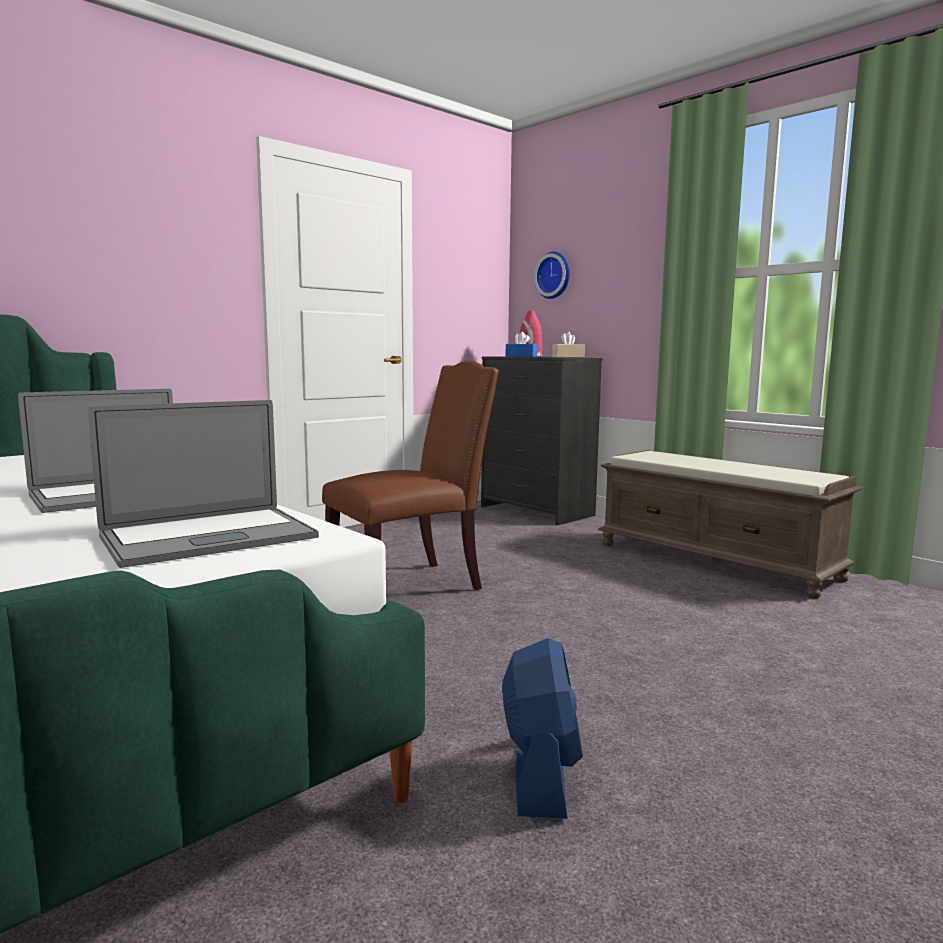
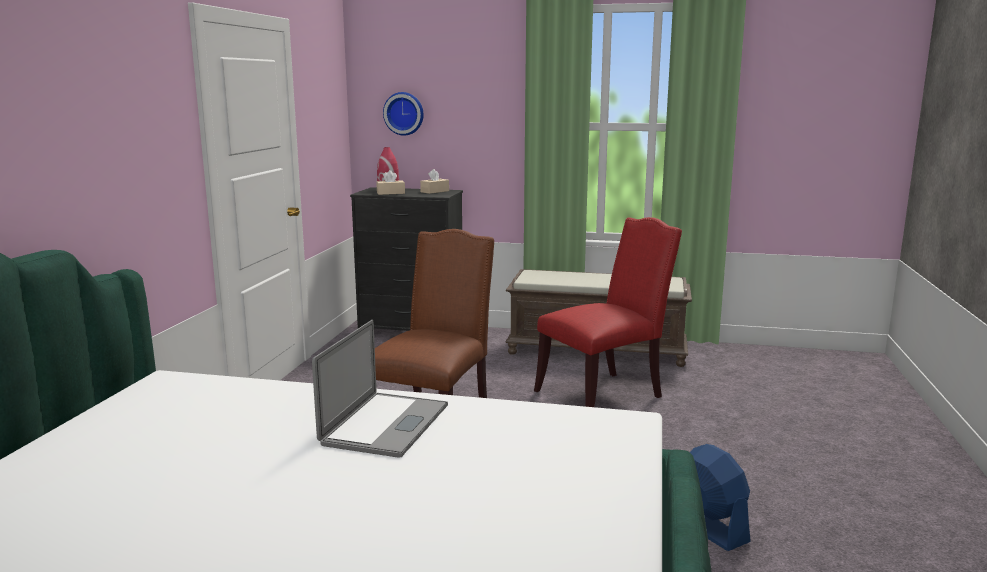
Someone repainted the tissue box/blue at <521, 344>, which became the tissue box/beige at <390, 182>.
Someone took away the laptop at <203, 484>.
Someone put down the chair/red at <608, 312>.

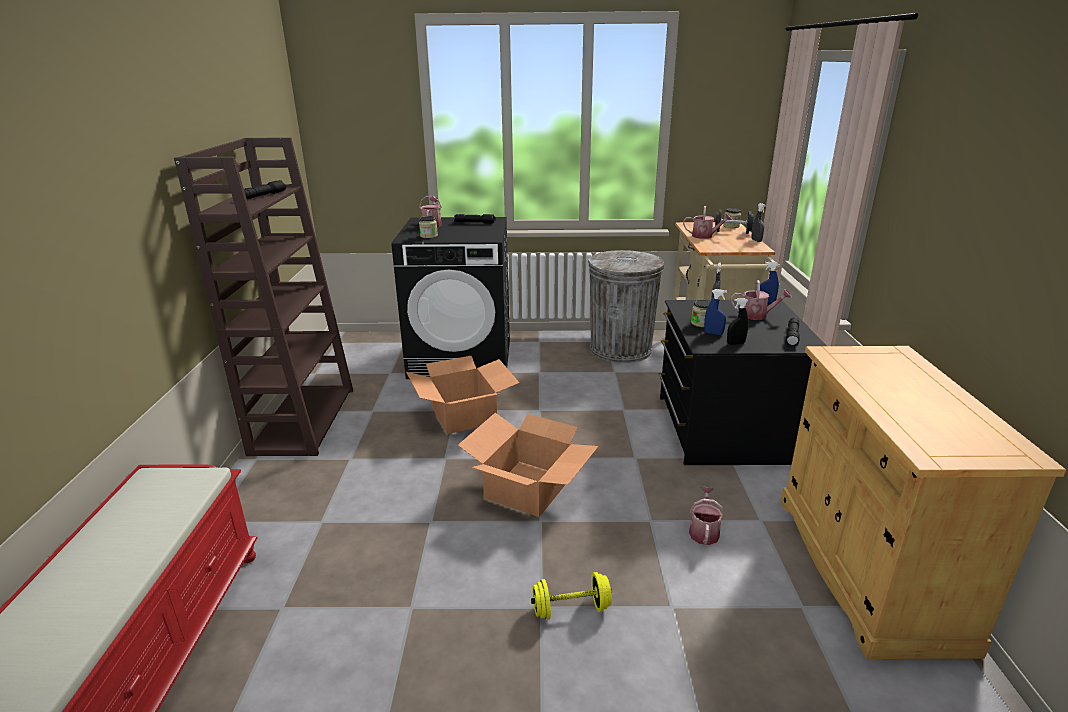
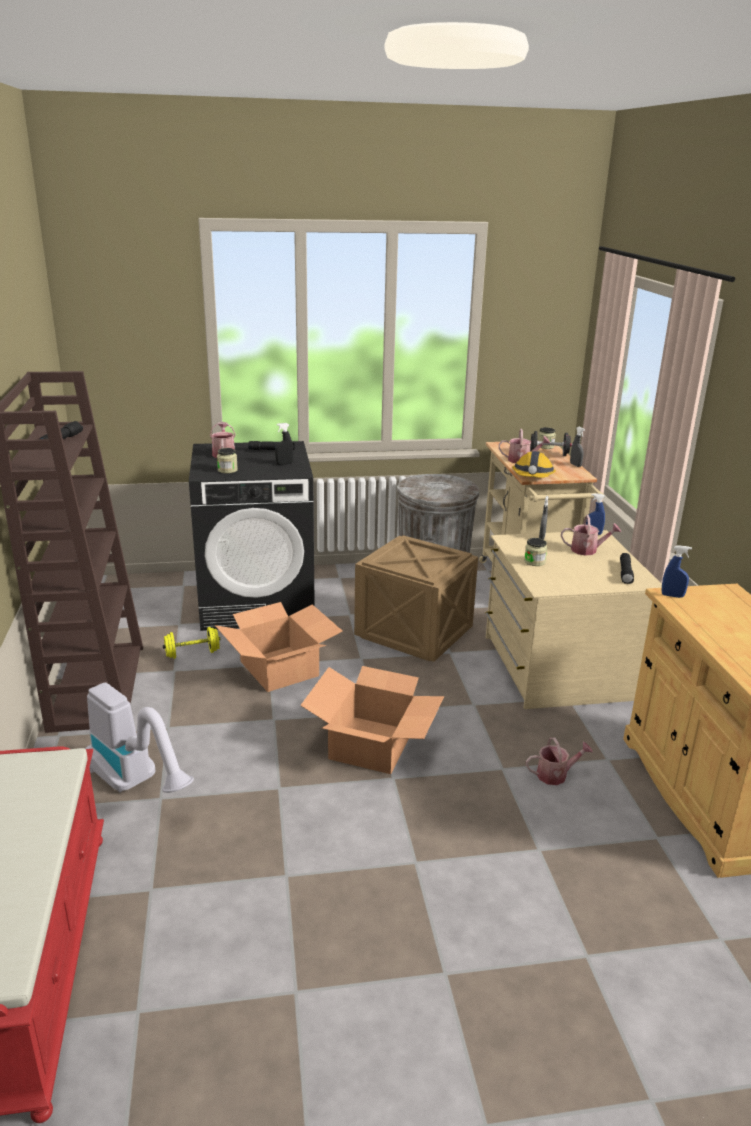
Someone carried the spray bottle/blue from <715, 312> to <677, 571>.
Someone carried the spray bottle/black from <738, 321> to <284, 444>.
Someone repainted the dresser/black at <743, 382>, which became the dresser/beige at <573, 619>.
Someone rotated the watering can at <706, 515> by 75 degrees clockwise.
Someone carried the dumbbell/yellow from <571, 596> to <192, 643>.
Someone put down the hard hat at <534, 464>.
Someone put down the crate at <416, 598>.
Someone put down the vacuum cleaner at <139, 738>.

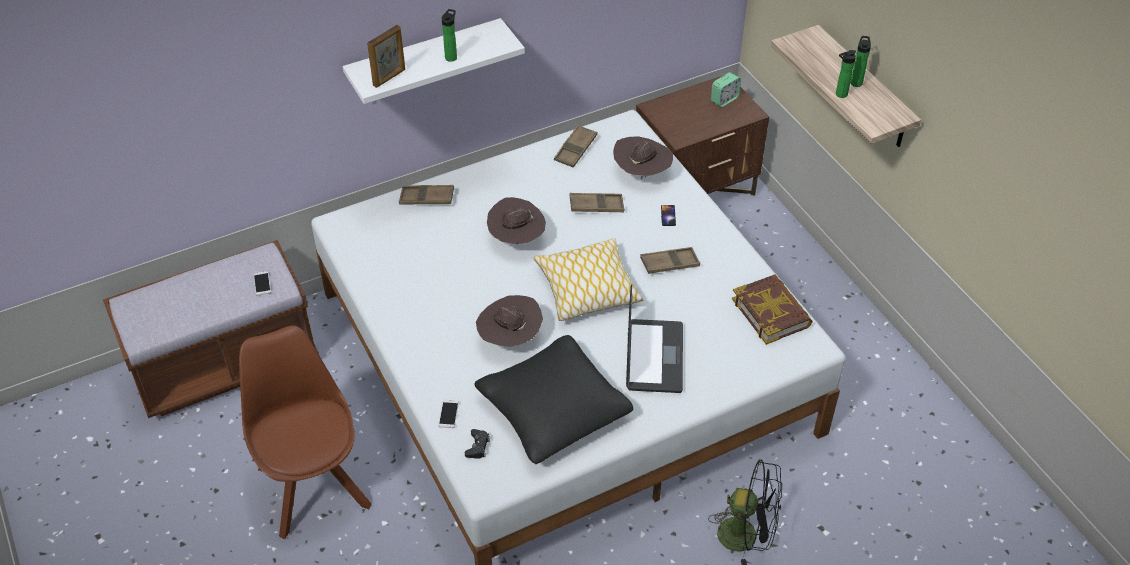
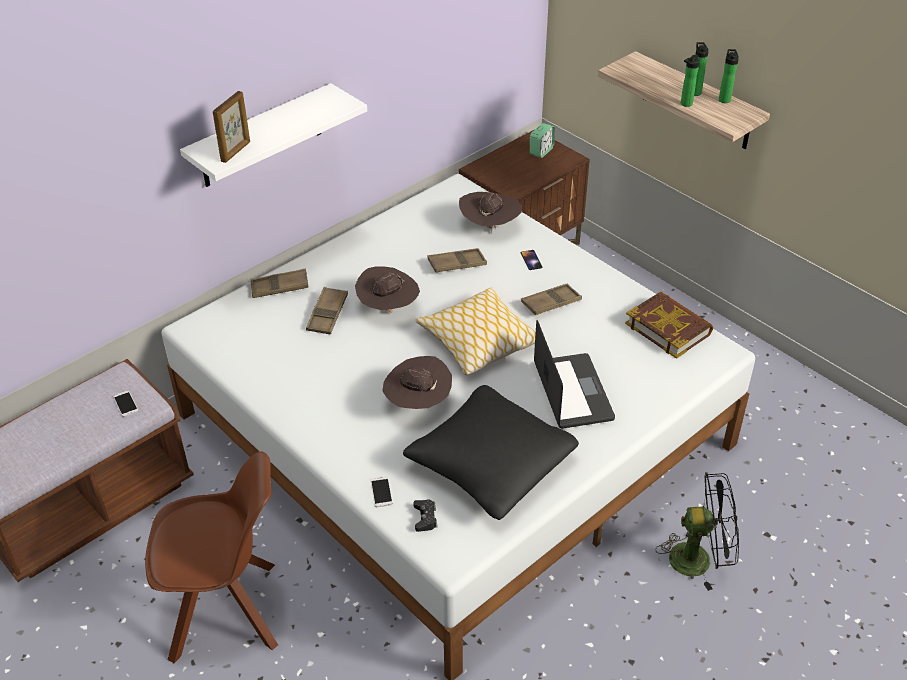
Someone carried the bottle from <449, 35> to <729, 76>.
Someone carried the tray/brown from <575, 146> to <327, 311>.
Someone rotated the chair/brown at <305, 432> by 120 degrees clockwise.

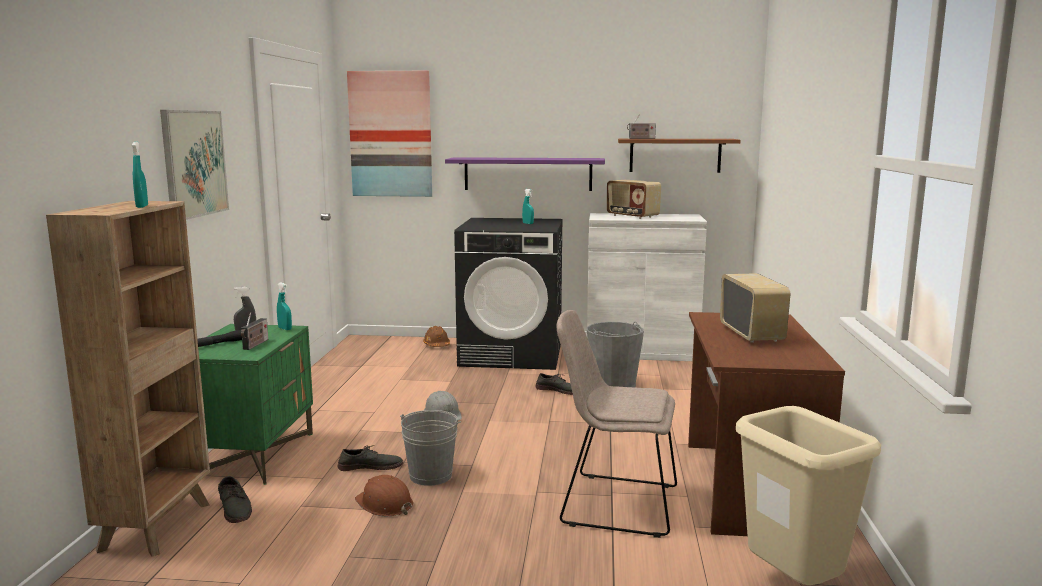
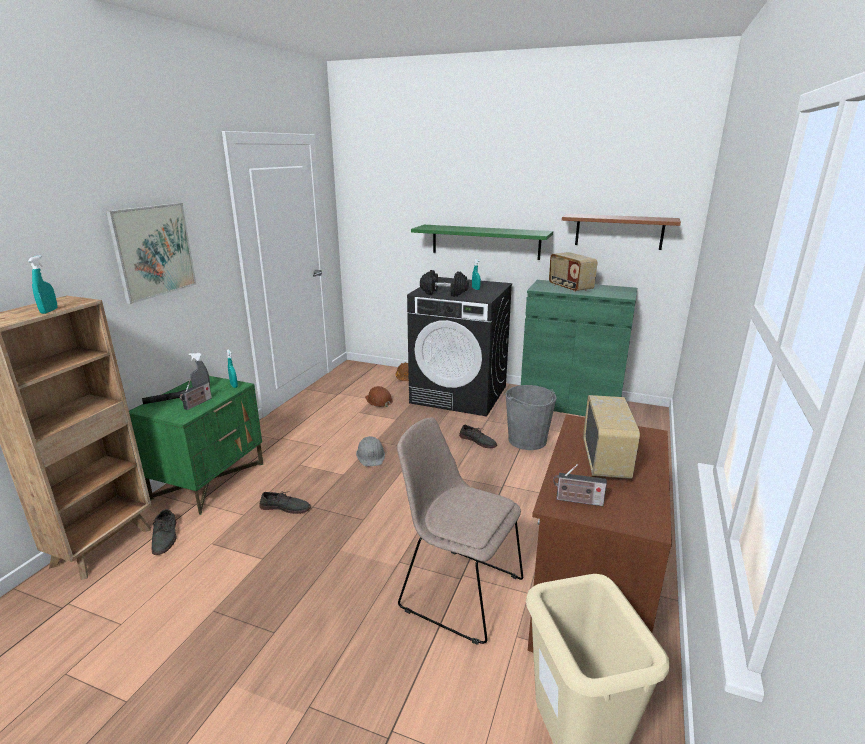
Someone took away the picture at <389, 134>.
Someone carried the radio from <641, 127> to <580, 485>.
Someone repainted the shelf/purple at <525, 174>, which became the shelf/green at <482, 242>.
Someone repainted the cabinet/white at <647, 287>, which became the cabinet/green at <579, 348>.
Someone took away the bucket/grey at <430, 448>.
Someone carried the hard hat/brown from <384, 496> to <379, 396>.
Someone put down the dumbbell/black at <444, 283>.

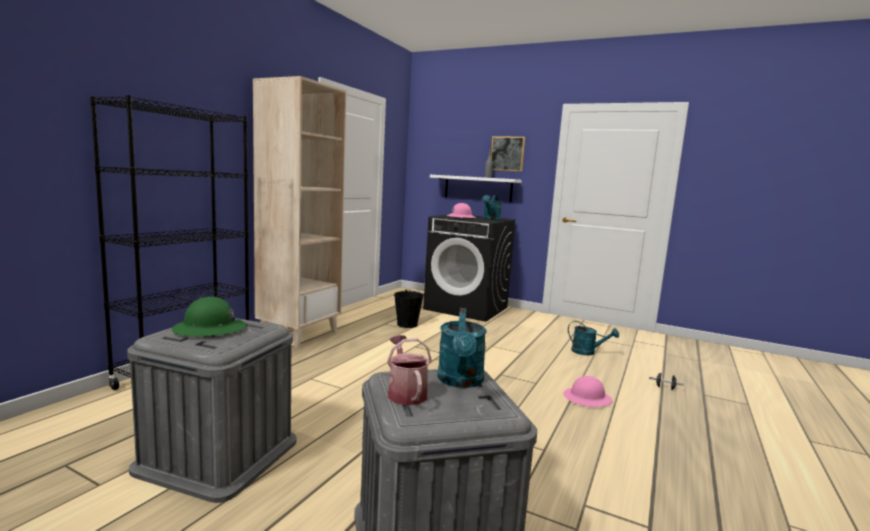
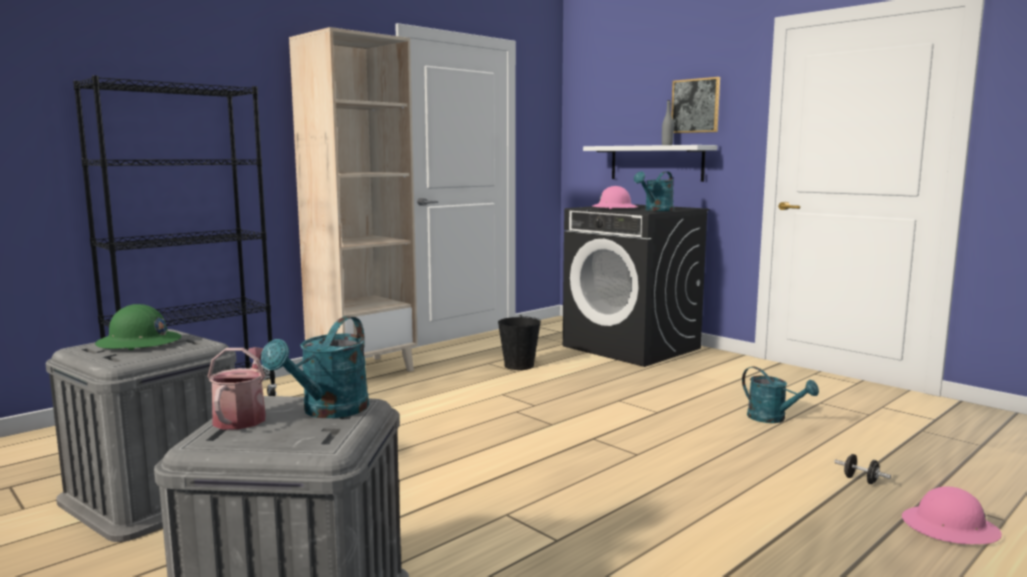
Someone carried the hard hat/pink from <588, 391> to <952, 515>.

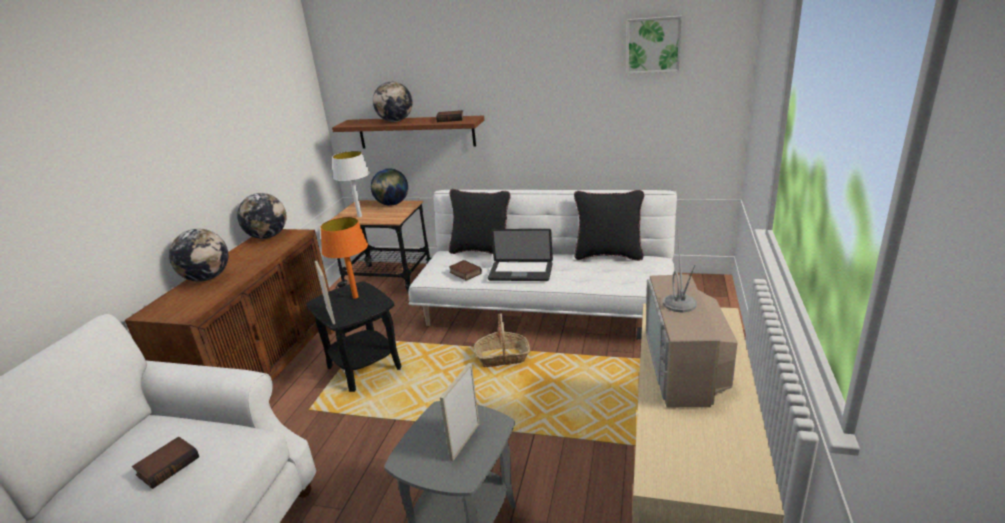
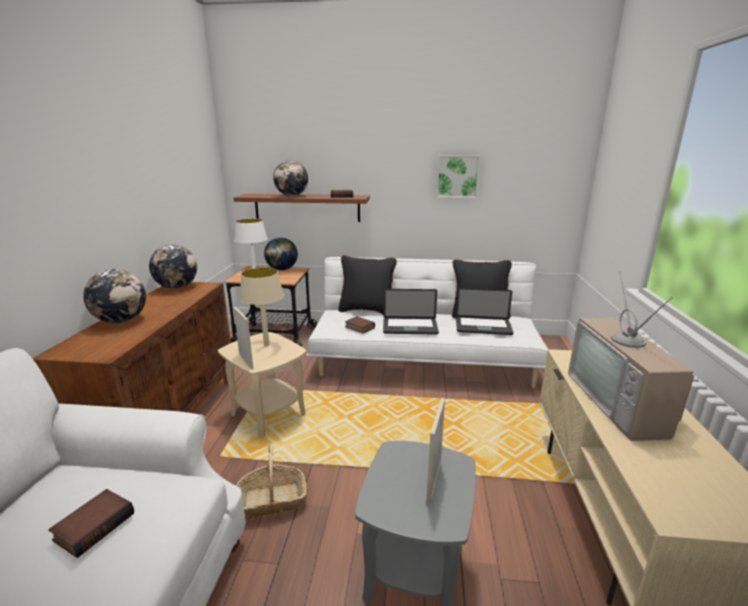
Someone carried the picture from <654, 45> to <458, 176>.
Someone repainted the table lamp/orange at <344, 258>, which became the table lamp/beige at <261, 307>.
Someone repainted the side table/black at <354, 336>, which became the side table/beige at <262, 385>.
Someone carried the basket from <502, 340> to <271, 481>.
Someone put down the laptop at <485, 311>.

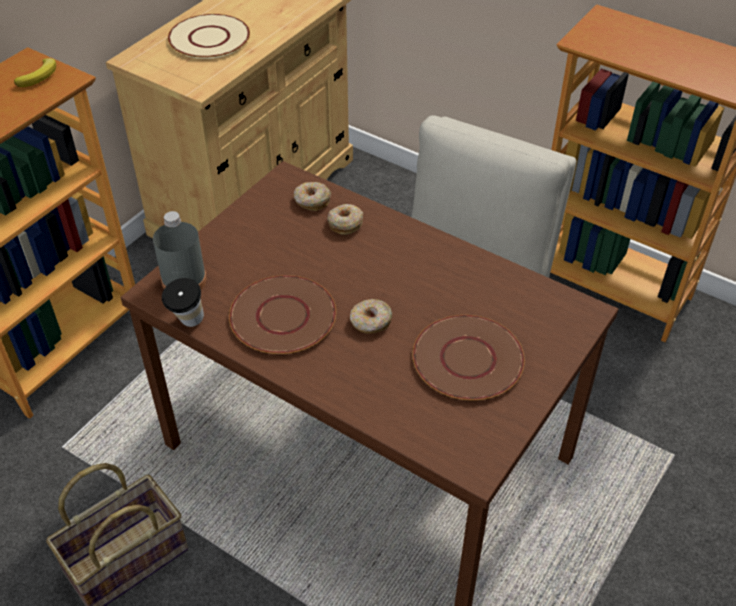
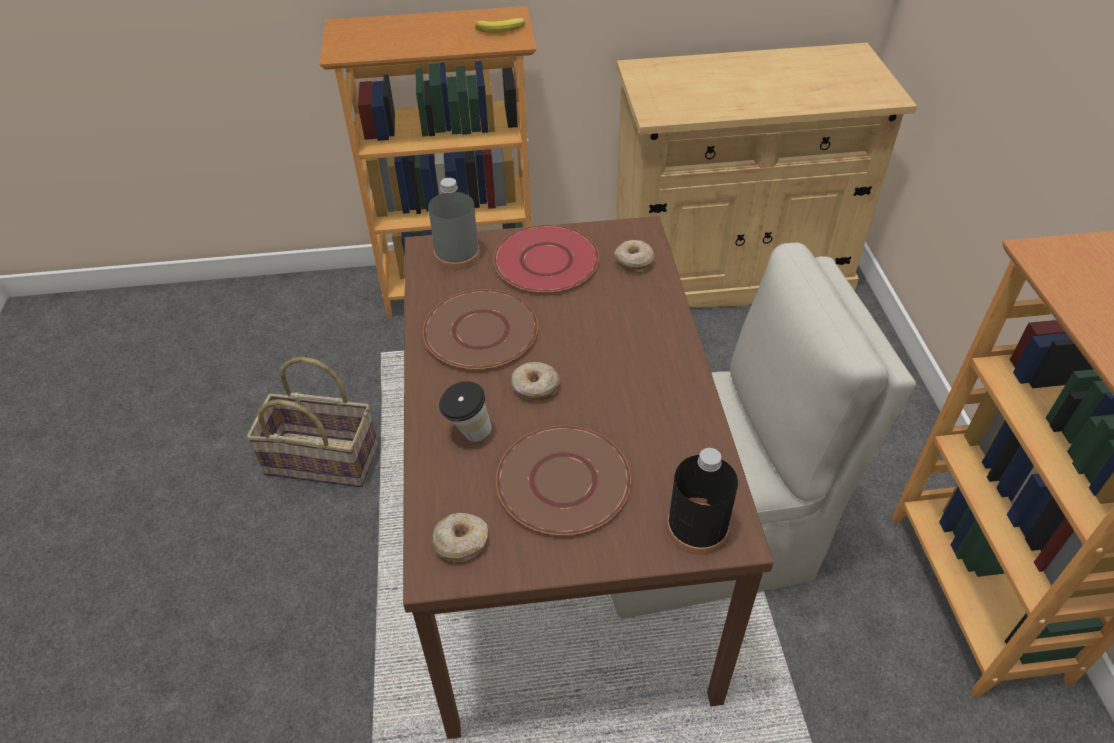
Someone took away the plate/beige at <209, 36>.
Someone carried the donut from <345, 219> to <460, 537>.
Someone carried the cup from <183, 302> to <465, 411>.
Someone put down the plate/red at <546, 259>.
Someone put down the bottle/black at <702, 501>.

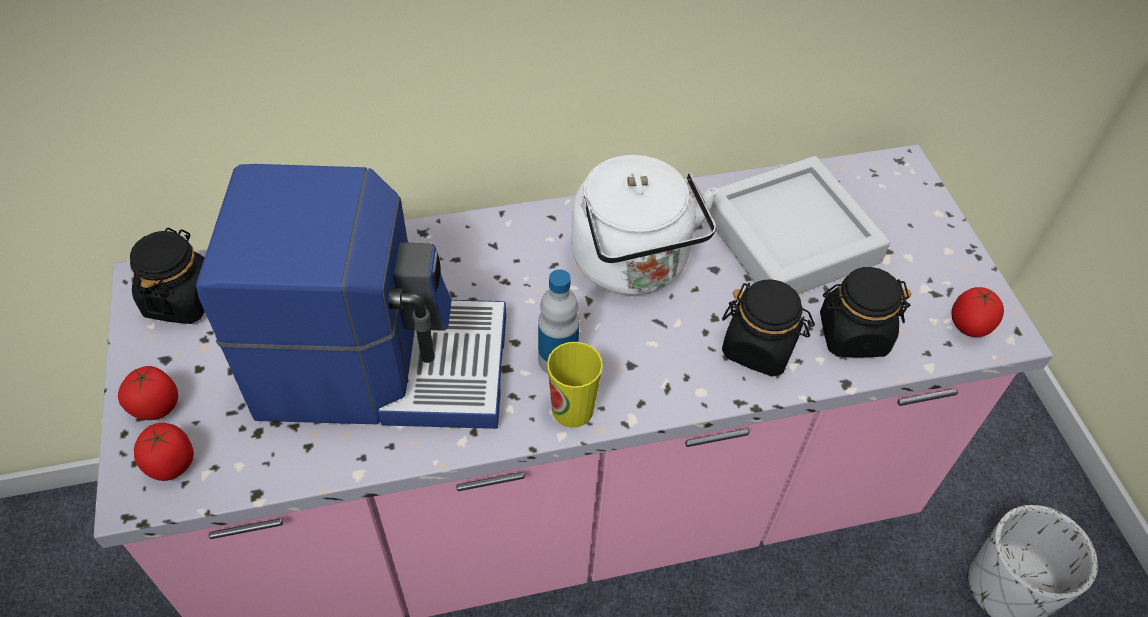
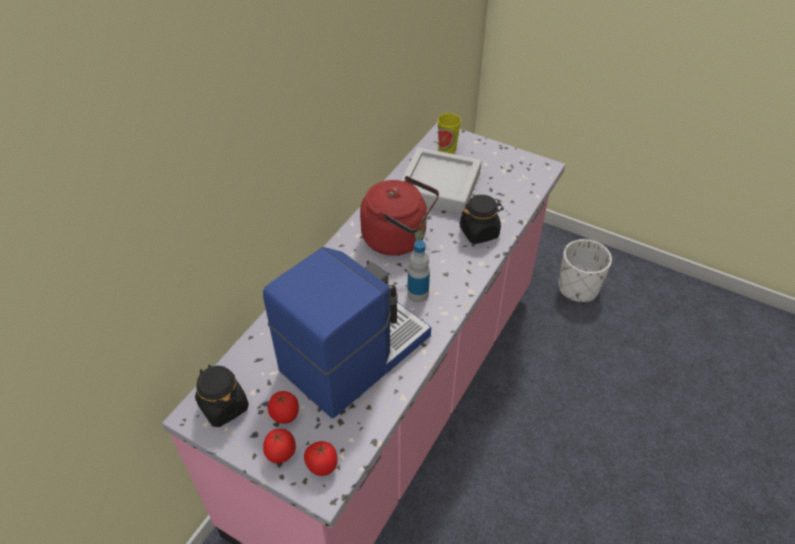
Someone repainted the kettle/white at <644, 225>, which became the kettle/red at <399, 216>.
Someone took away the jar/black at <865, 312>.
Someone carried the tomato from <978, 312> to <283, 407>.
Someone carried the cup from <575, 385> to <449, 133>.

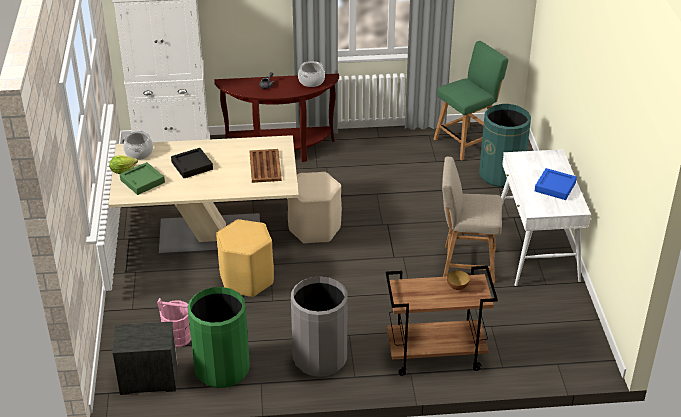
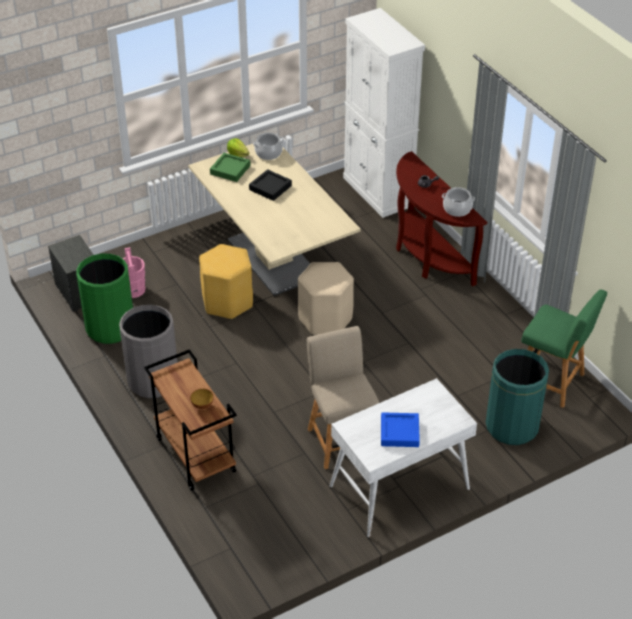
Someone took away the tray/brown at <266, 166>.

